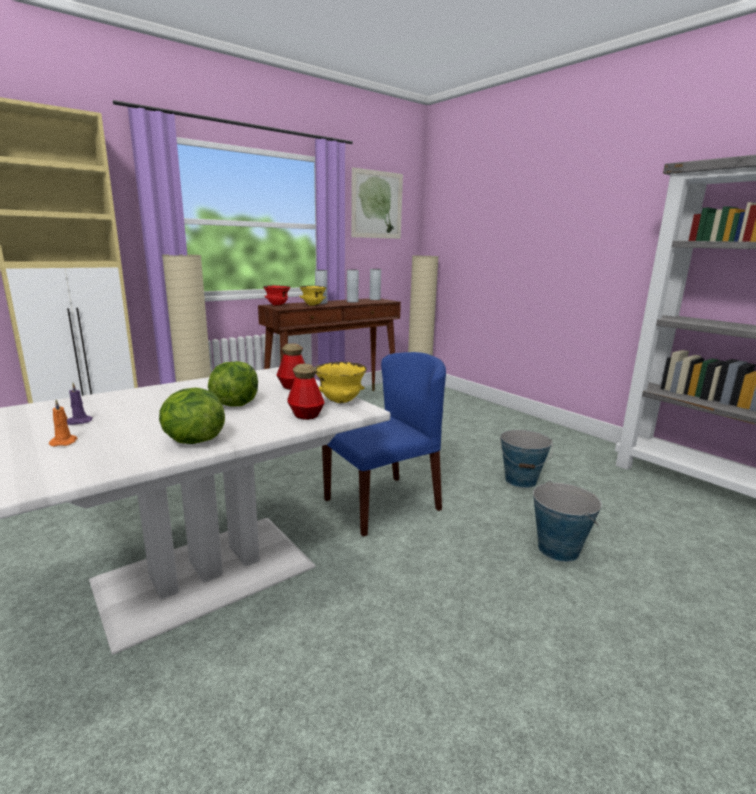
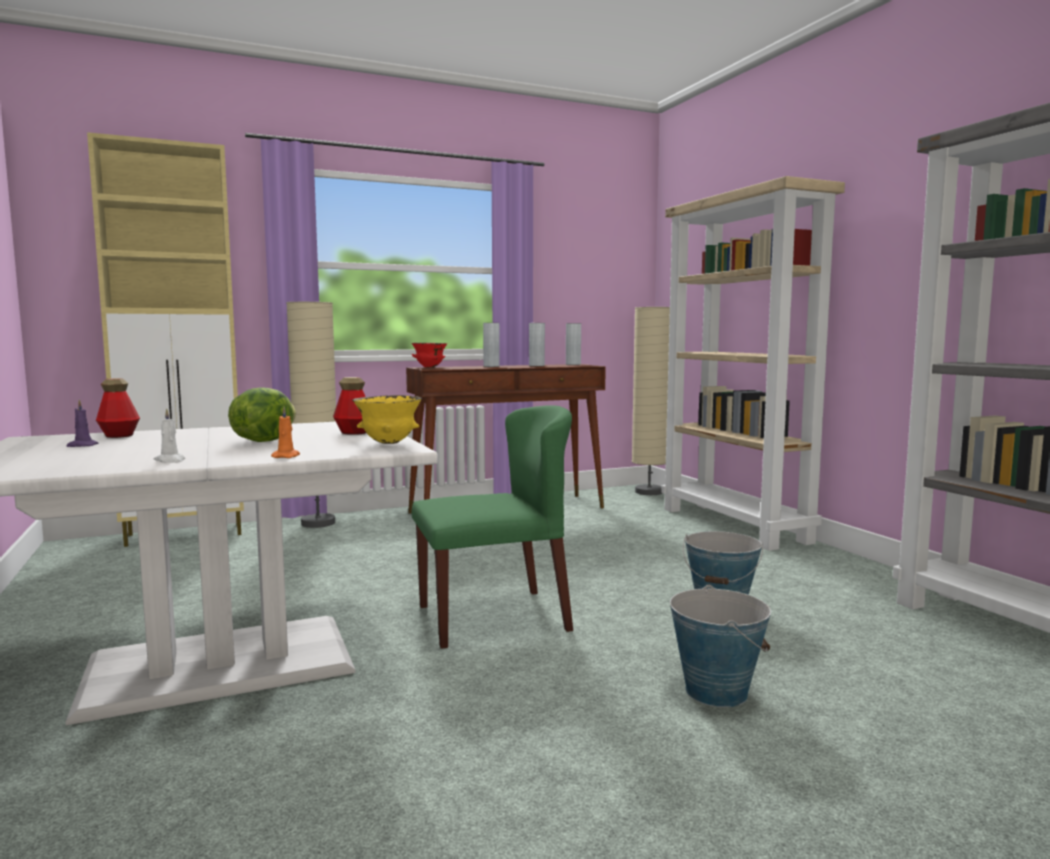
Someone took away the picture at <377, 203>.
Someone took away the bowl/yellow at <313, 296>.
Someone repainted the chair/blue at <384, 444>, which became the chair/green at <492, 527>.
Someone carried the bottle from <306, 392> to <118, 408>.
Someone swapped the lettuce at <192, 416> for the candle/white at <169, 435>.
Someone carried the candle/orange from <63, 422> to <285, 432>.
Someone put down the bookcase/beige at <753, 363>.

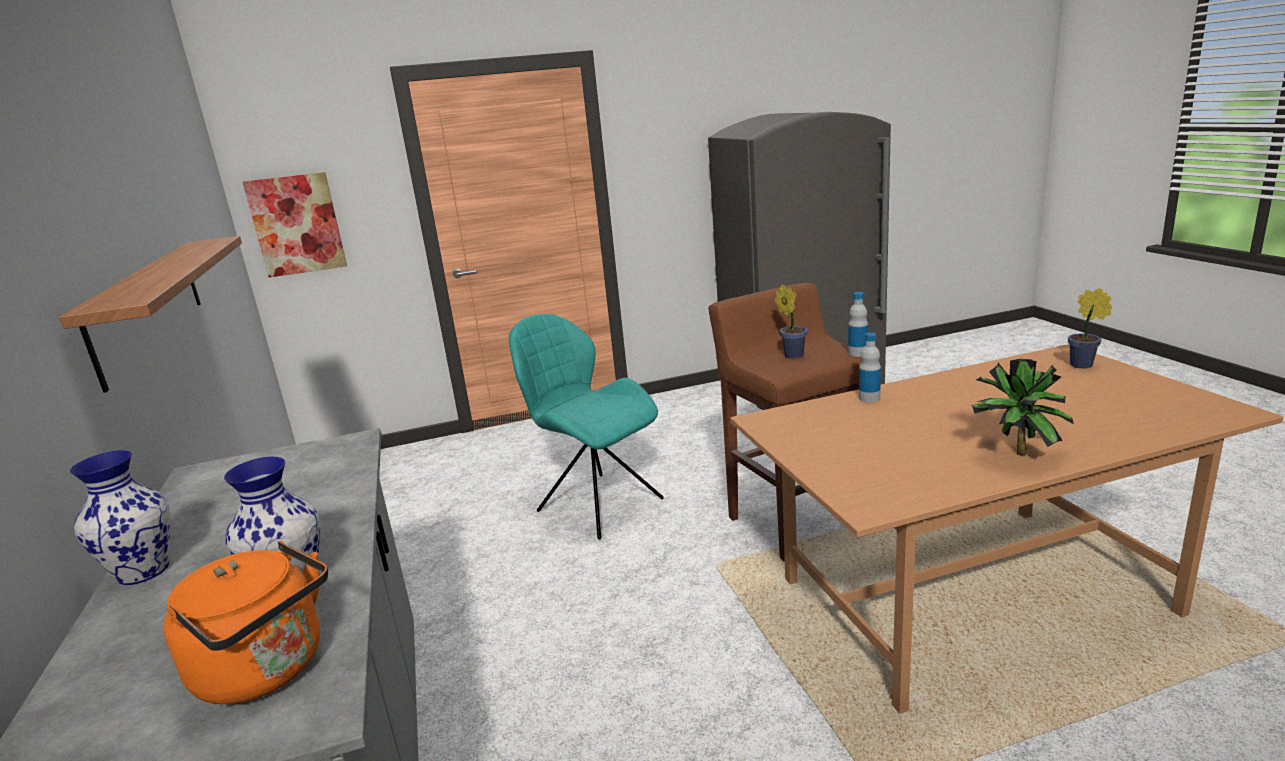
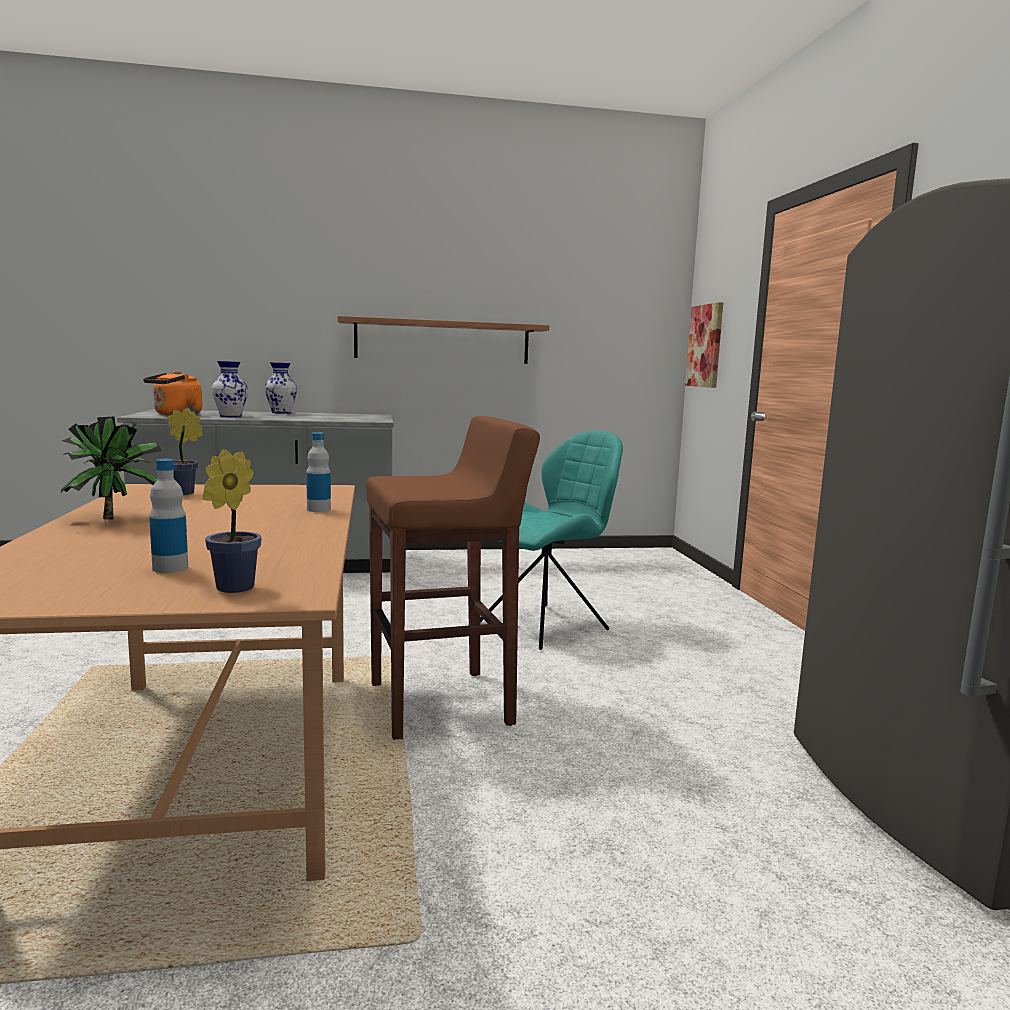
Someone carried the potted plant from <791, 321> to <185, 451>.
Someone carried the bottle from <858, 324> to <168, 516>.

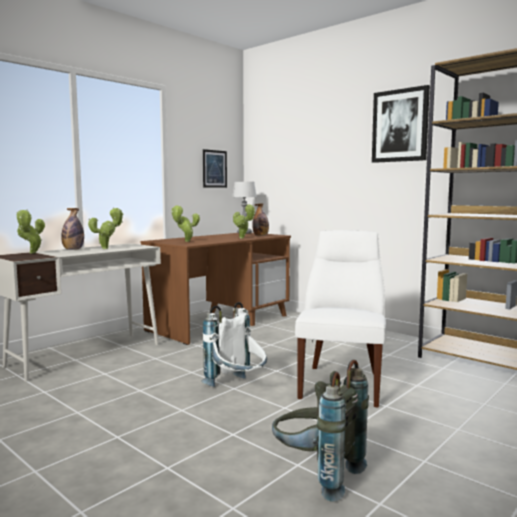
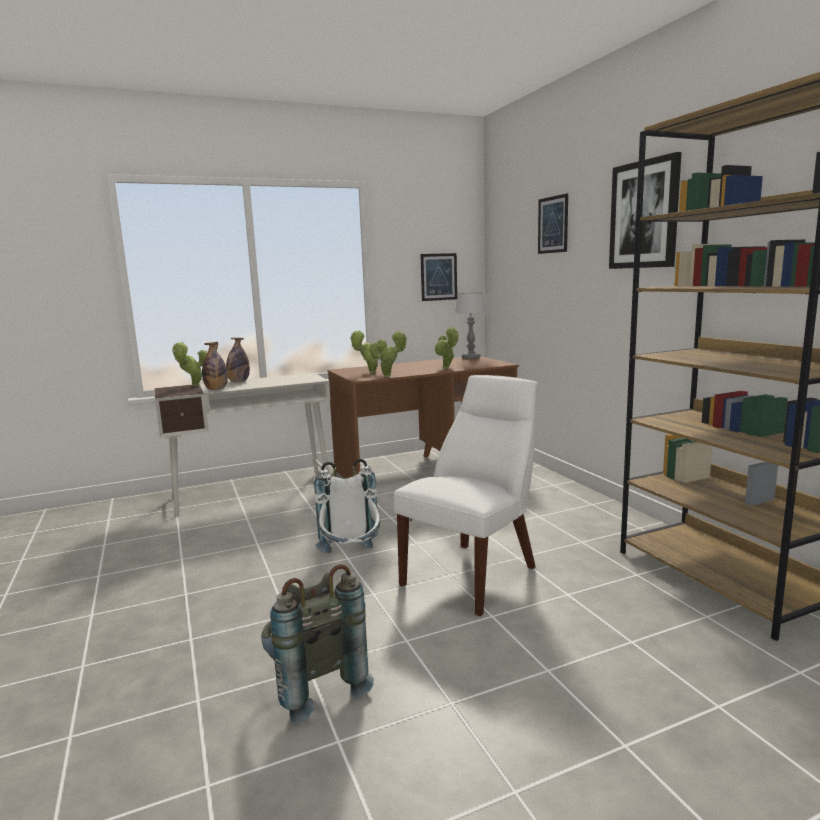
Someone carried the bottle from <260, 219> to <215, 366>.
Someone carried the potted plant from <106, 228> to <389, 354>.
Someone put up the picture at <553, 223>.

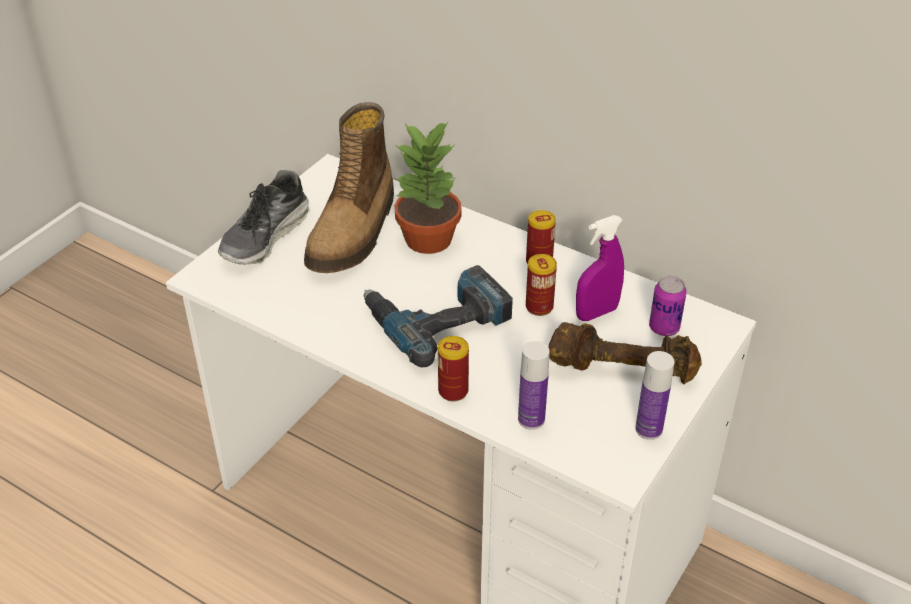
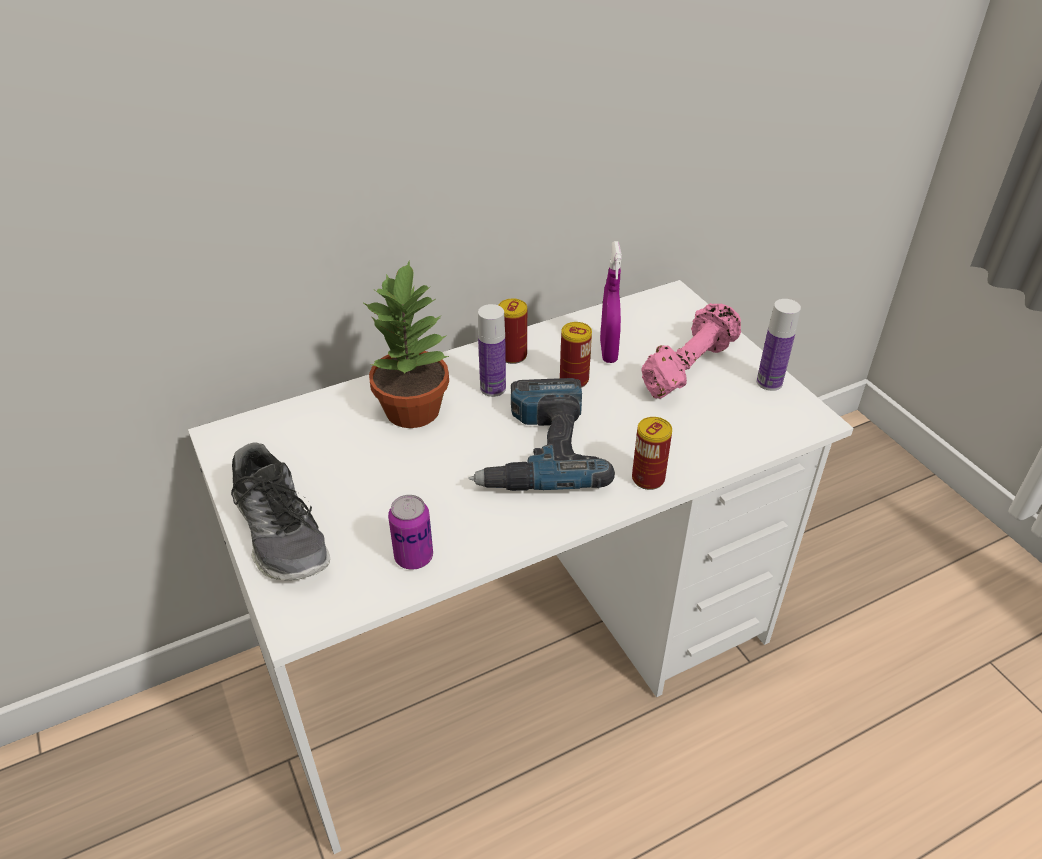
Someone took away the boot at <349, 187>.
Someone carried the can from <668, 306> to <410, 532>.
Someone repainted the dumbbell/brown at <625, 353>, which became the dumbbell/pink at <691, 351>.
Someone carried the bottle from <534, 385> to <492, 350>.

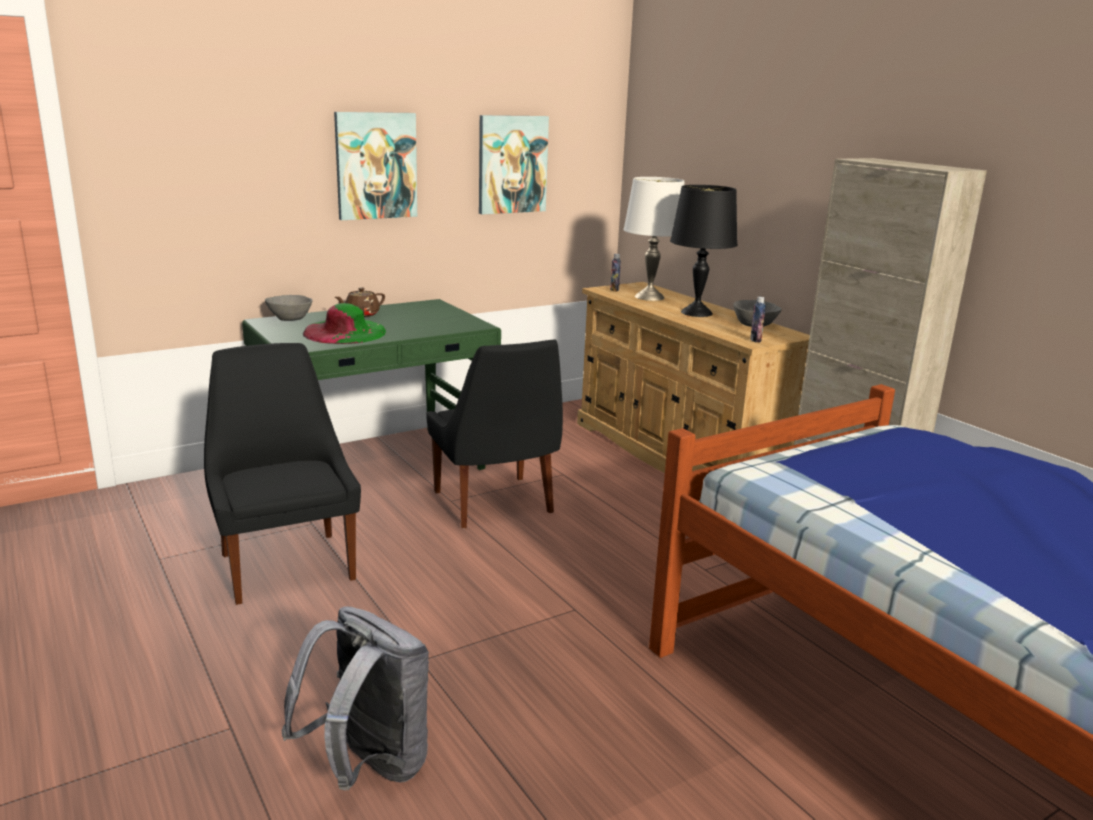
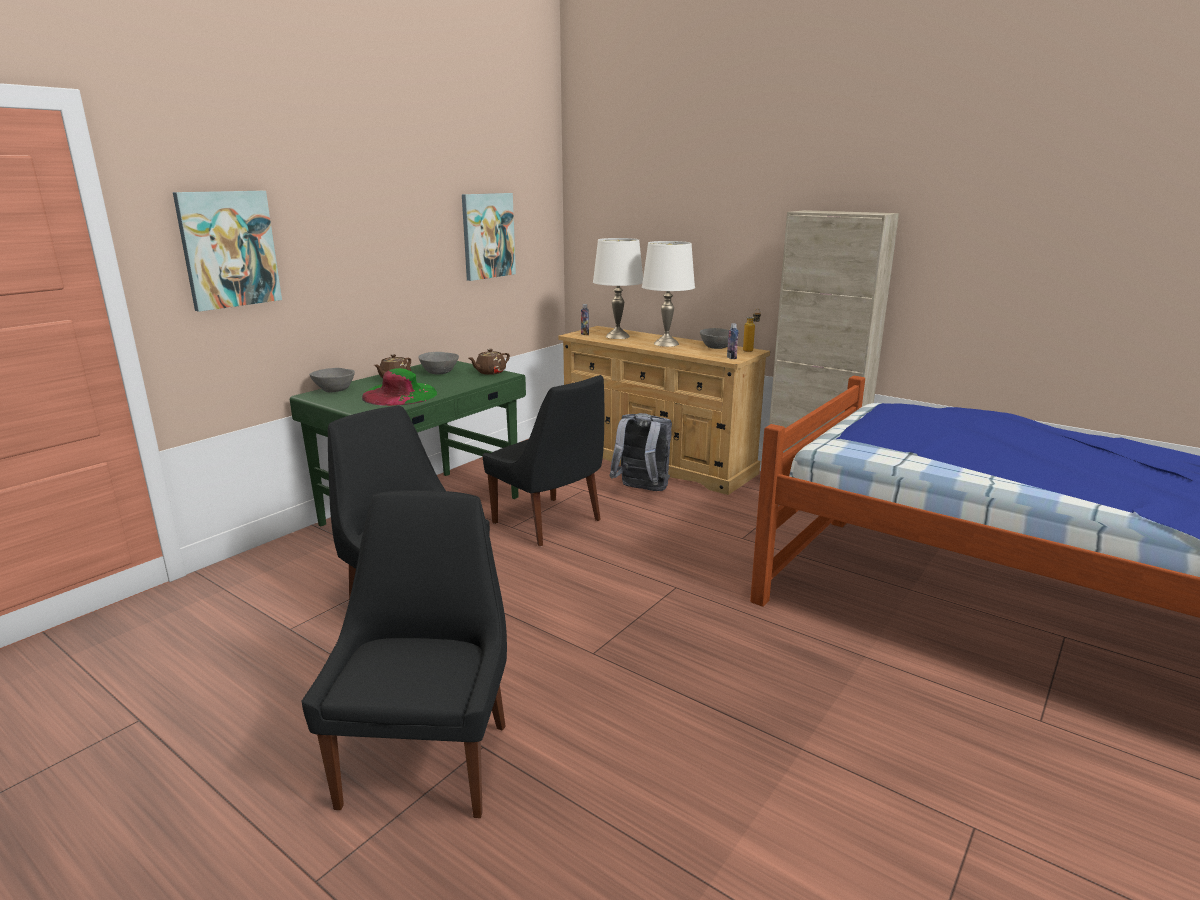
Someone carried the picture from <375, 166> to <227, 251>.
Someone repainted the table lamp/black at <703, 251>, which became the table lamp/white at <668, 294>.
Someone carried the backpack/grey from <355, 698> to <640, 452>.
Someone put down the bottle at <752, 330>.
Someone put down the teapot/brown at <489, 362>.
Someone put down the bowl/grey at <438, 363>.
Someone put down the chair/black at <404, 654>.

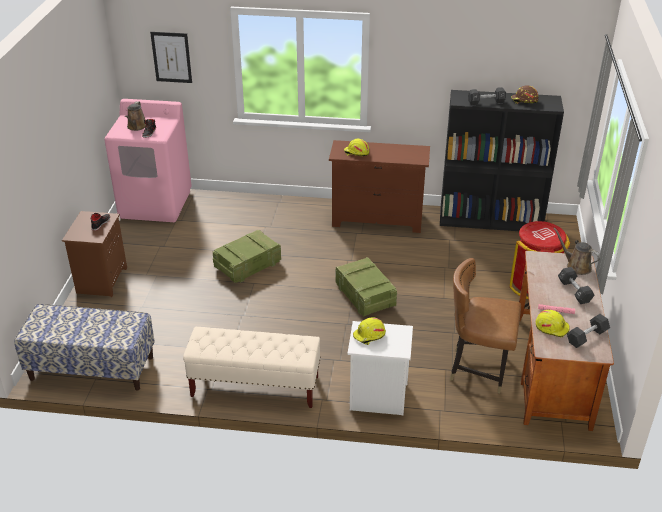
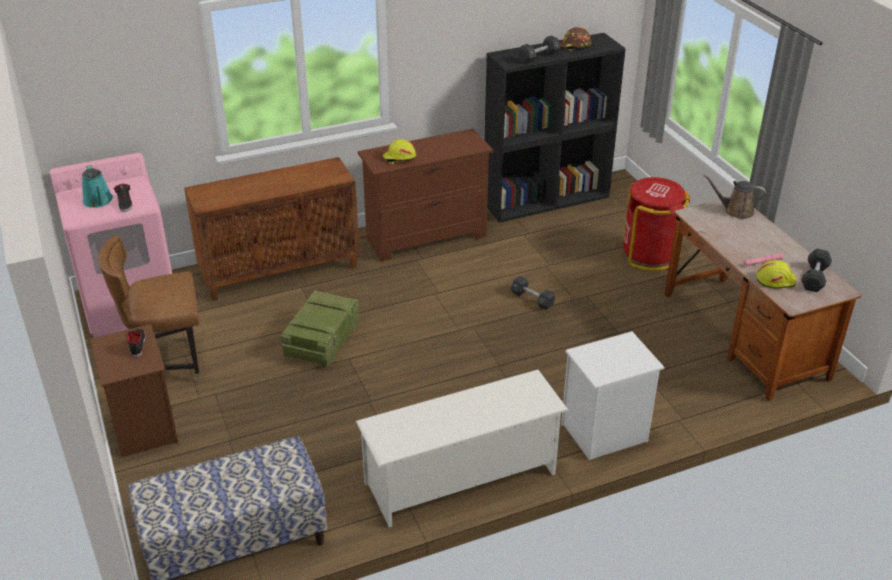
Someone took away the picture at <171, 57>.
Someone repainted the watering can/brown at <135, 116>, which became the watering can/turquoise at <97, 186>.
Someone took away the crate at <366, 286>.
Someone carried the chair/brown from <485, 325> to <149, 308>.
Someone carried the dumbbell/black from <576, 285> to <533, 293>.
Someone took away the hard hat/yellow at <369, 331>.
Someone swapped the bench/beige at <251, 367> for the shoe rack/white at <462, 448>.
Someone put down the cabinet/brown at <272, 229>.

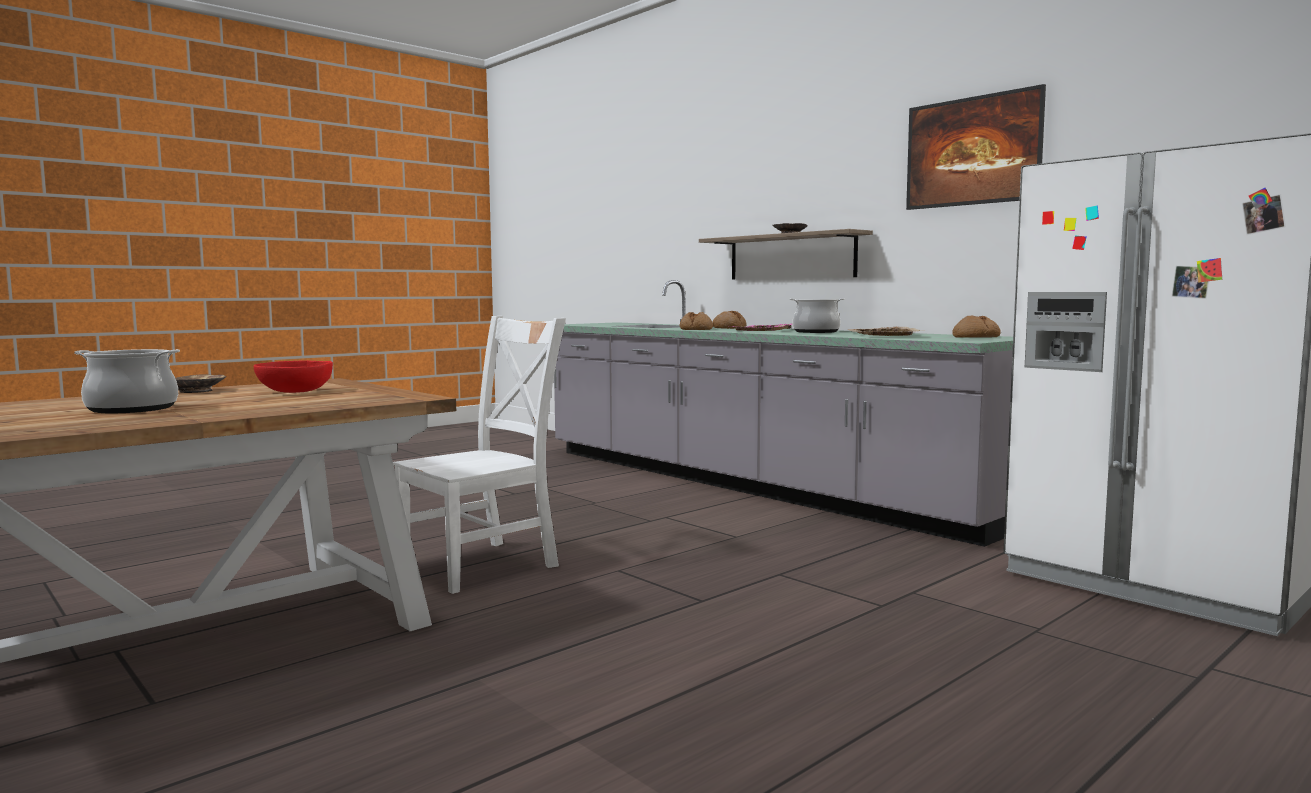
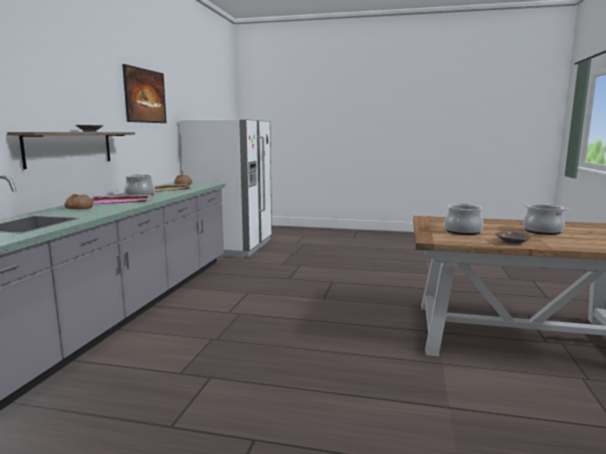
Someone took away the bread at <696, 321>.
Someone took away the chair/white at <479, 455>.
Someone swapped the bowl/red at <293, 376> for the cooking pot at <464, 219>.

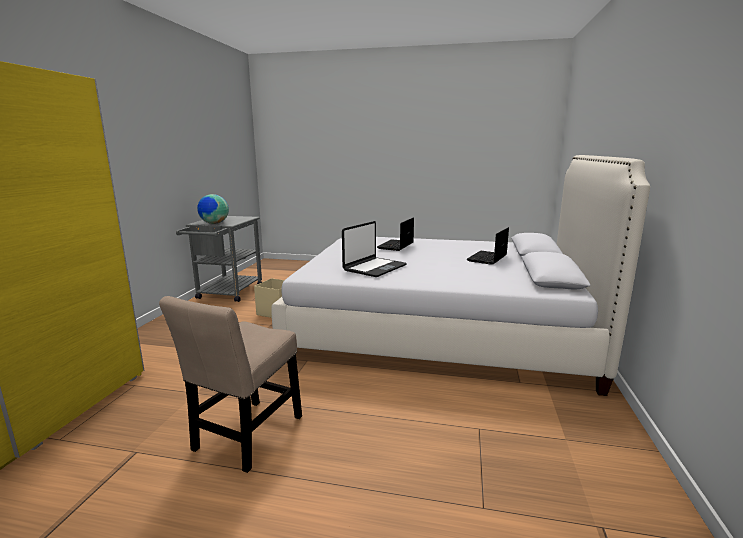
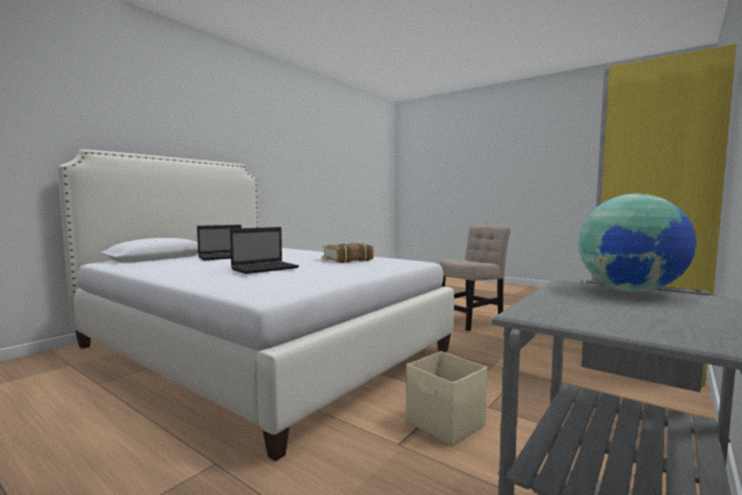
Someone swapped the laptop at <374, 249> for the book at <348, 253>.

